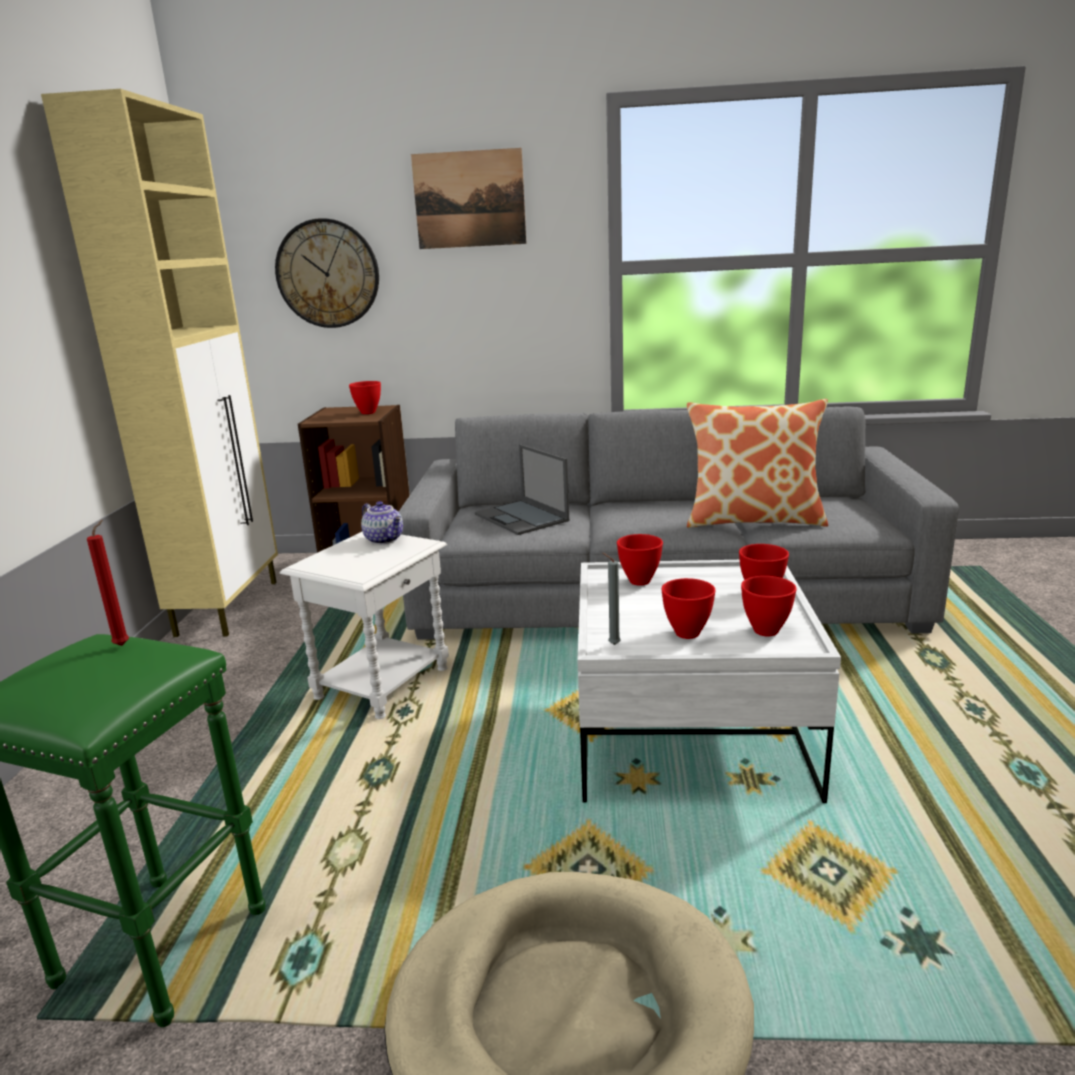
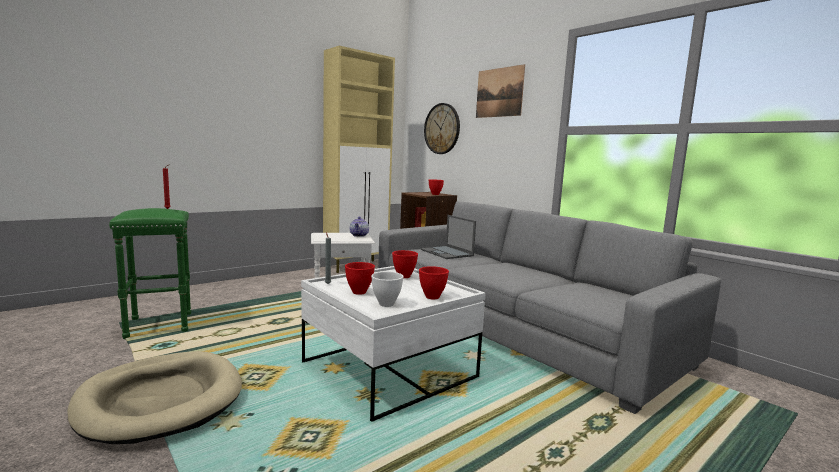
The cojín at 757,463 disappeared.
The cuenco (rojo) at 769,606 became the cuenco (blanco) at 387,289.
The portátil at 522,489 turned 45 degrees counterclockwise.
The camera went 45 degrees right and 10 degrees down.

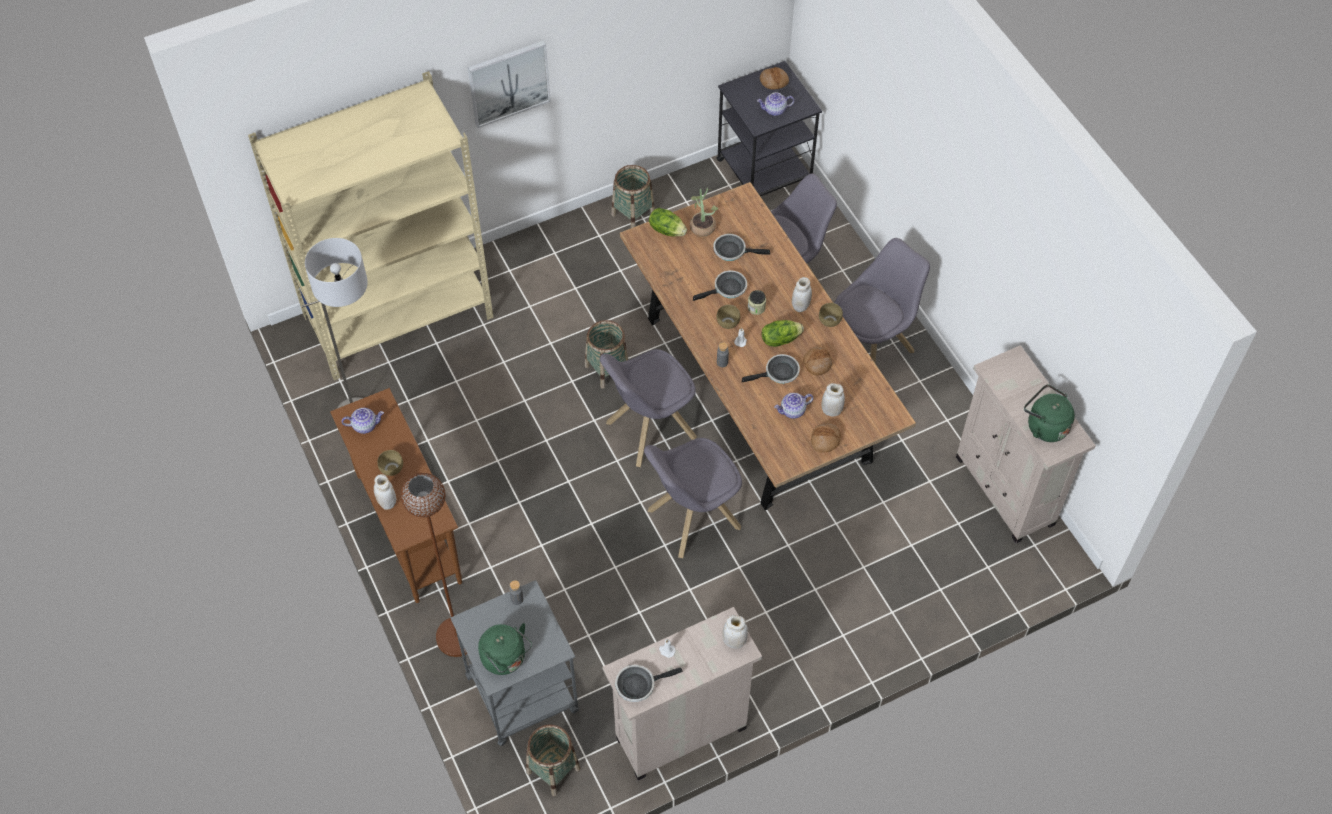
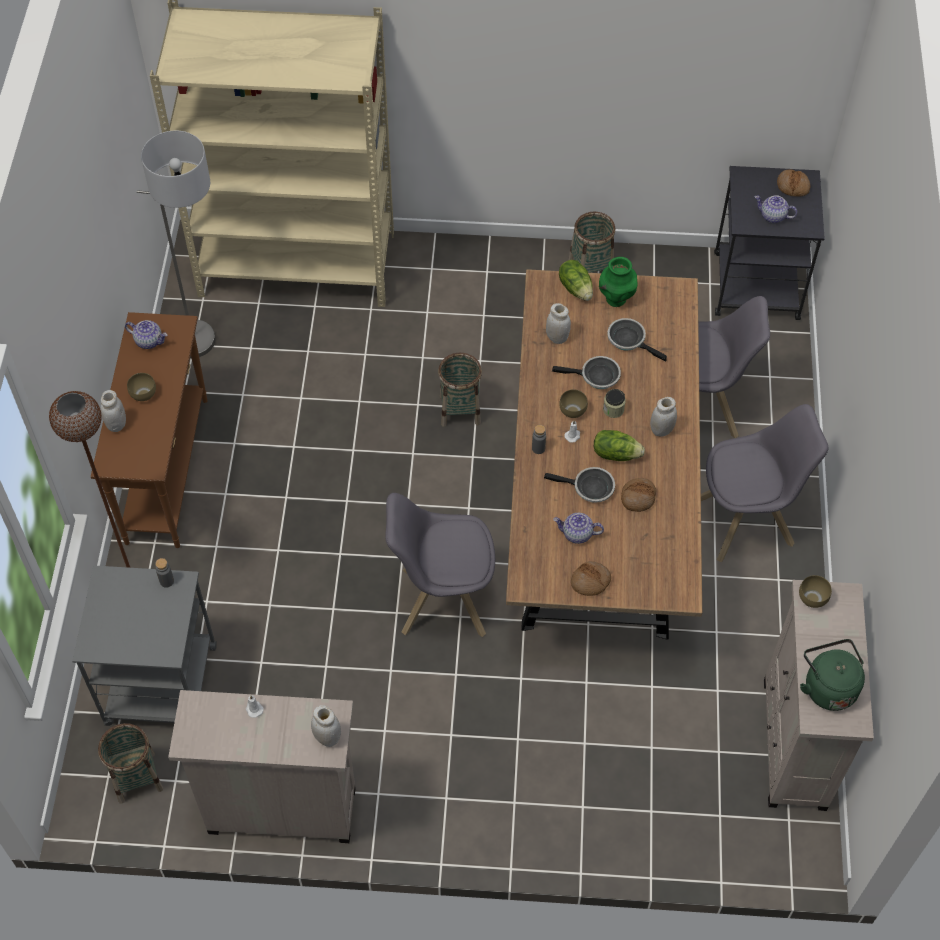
The cuadro at 509,84 disappeared.
The hervidor (verde) at 505,649 disappeared.
The silla (gris) at 648,408 disappeared.
The sartén at 649,683 disappeared.
The cuenco (marrón) moved from 831,315 to 815,591.
The tarro (blanco) moved from 833,399 to 558,323.
The planta en maceta at 704,212 was replaced by the florero (verde) at 618,282.
The camera went 30 degrees right and 0 degrees up.

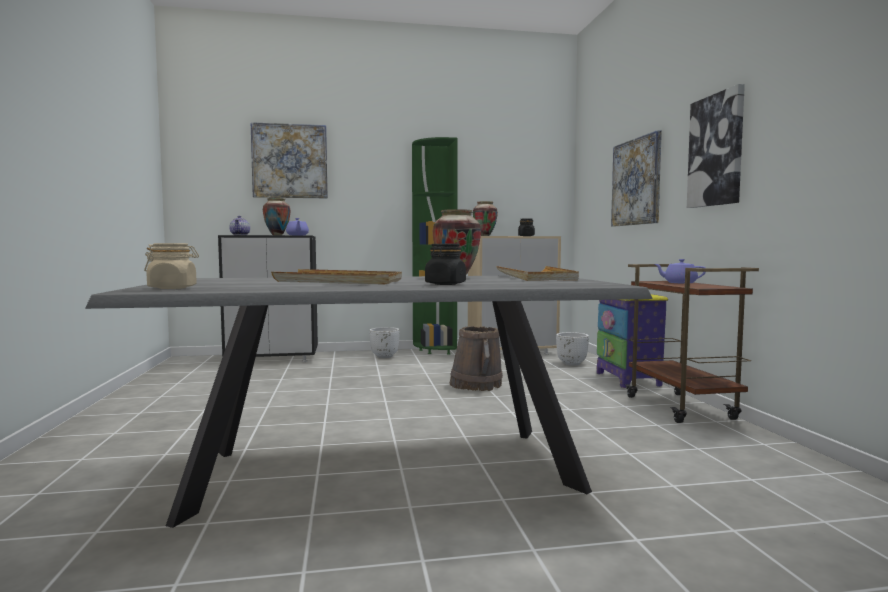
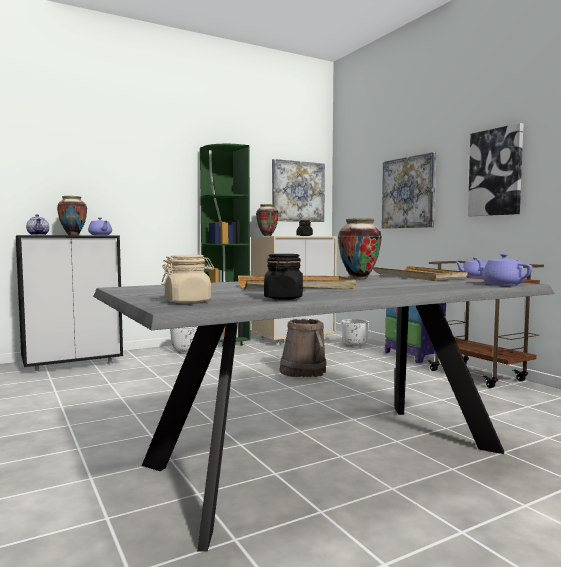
The tetera (morado) at 504,270 appeared.
The cuadro moved from 289,160 to 298,190.
The tarro (negro) moved from 445,264 to 283,277.
The camera went 20 degrees left and 0 degrees up.

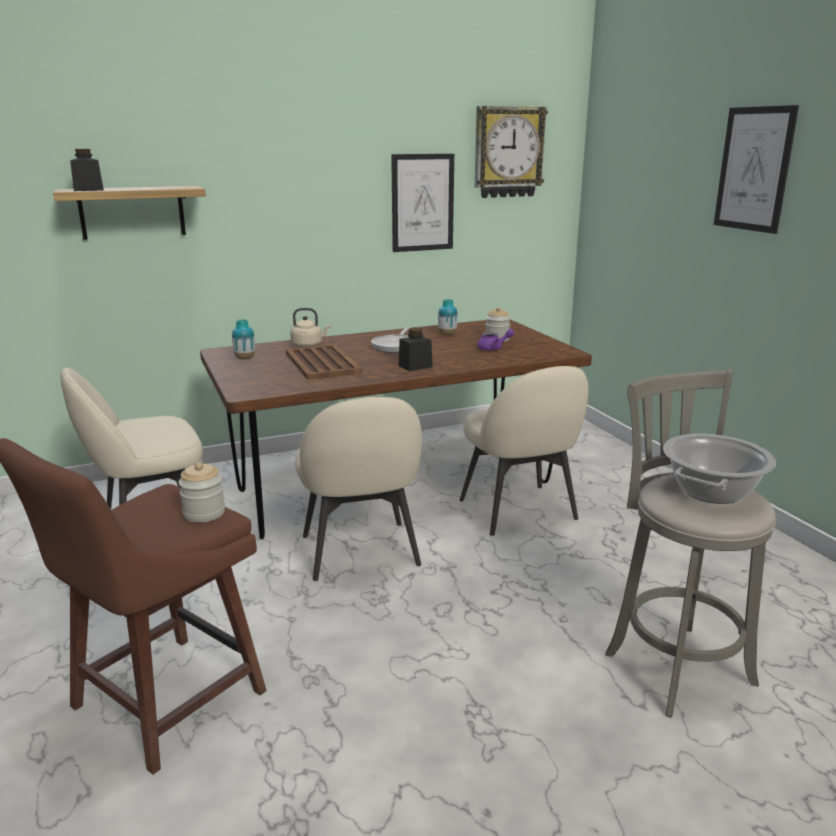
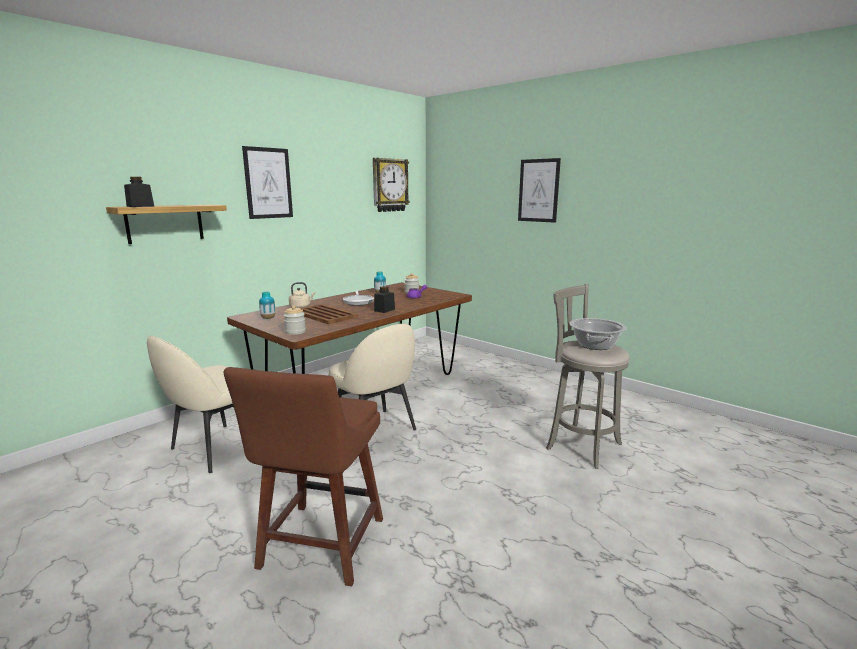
The silla (beis) at 523,451 disappeared.
The tarro moved from 202,492 to 295,320.
The cuadro moved from 422,203 to 267,182.
The camera went 25 degrees left and 5 degrees down.

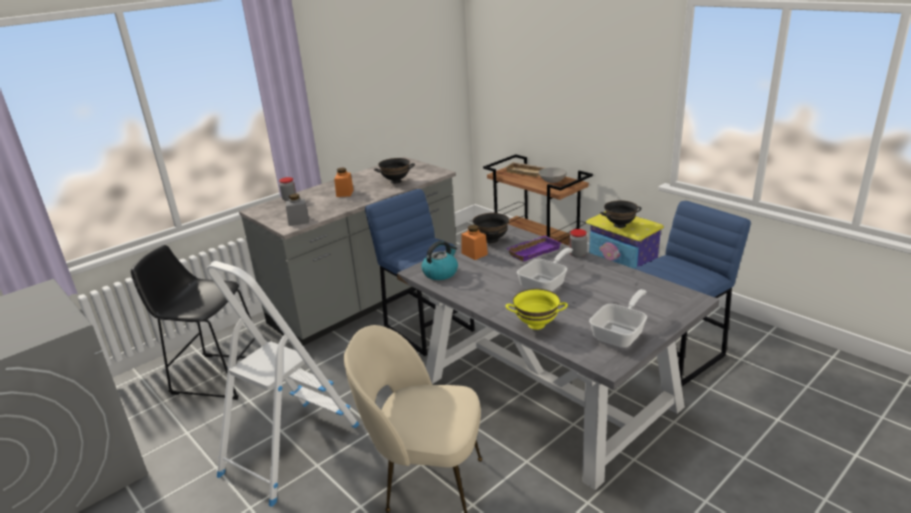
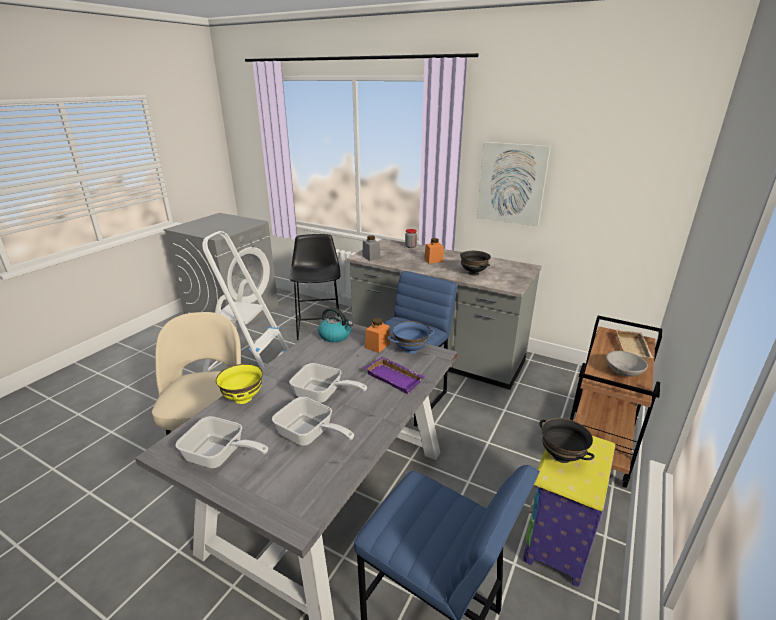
The tarro at 578,243 disappeared.
The sartén at 313,421 appeared.
The cuadro at 514,184 appeared.
The cuenco (negro) at 491,228 became the cuenco (azul) at 411,337.
The camera went 70 degrees right and 0 degrees up.

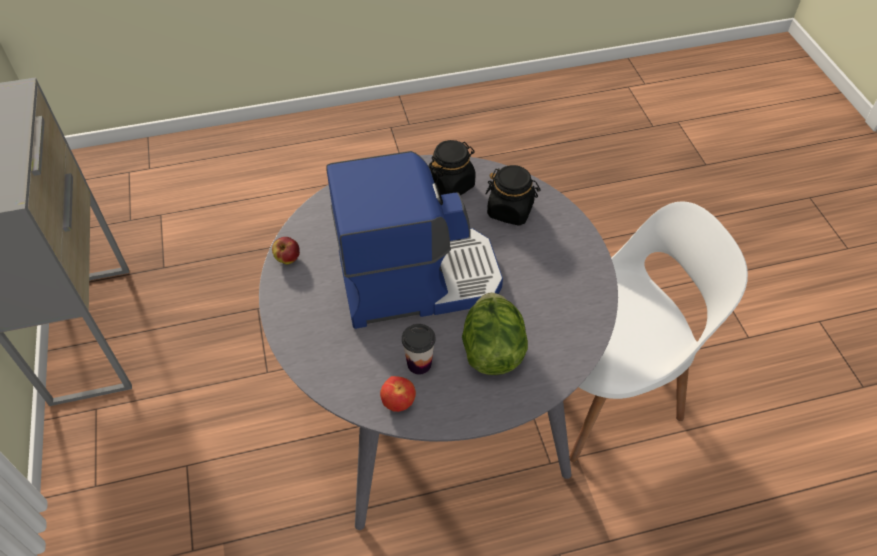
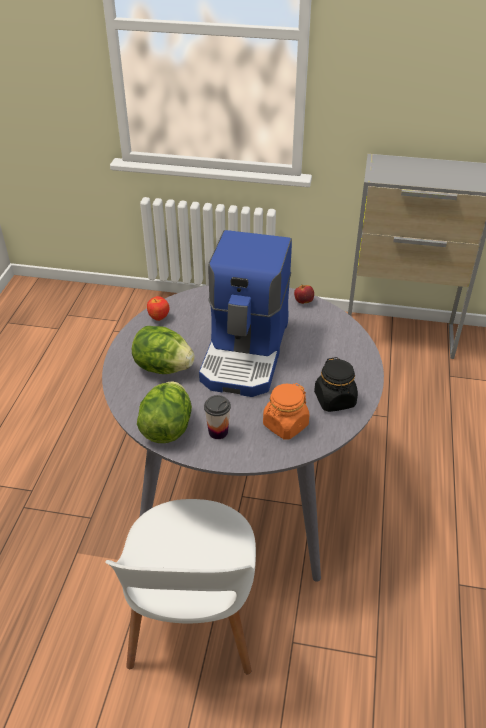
The lechuga at 164,412 appeared.
The taza moved from 419,349 to 217,417.
The tarro (negro) at 513,195 became the tarro (naranja) at 286,411.
The camera went 115 degrees right and 10 degrees down.

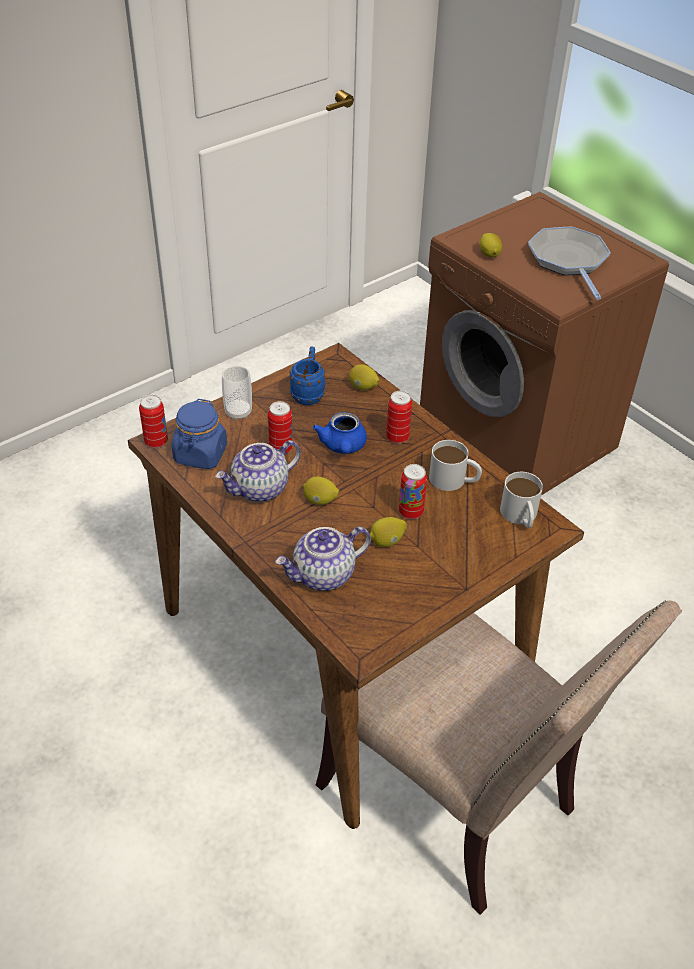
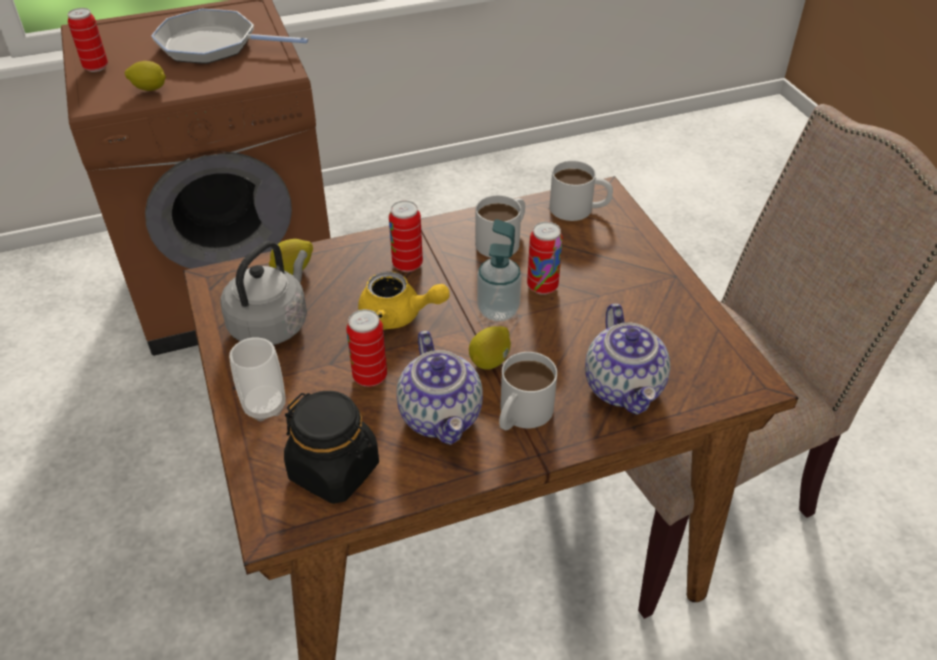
The limón at 388,532 disappeared.
The dispensador de jabón at 499,270 appeared.
The taza grande (blanco) at 528,391 appeared.
The lata moved from 153,421 to 88,40.
The taza grande (azul) at 307,375 was replaced by the hervidor (gris) at 263,293.
The tarro (azul) at 199,434 became the tarro (negro) at 331,447.
The tetera (azul) at 339,433 became the tetera (amarillo) at 404,300.
The camera went 70 degrees left and 0 degrees up.

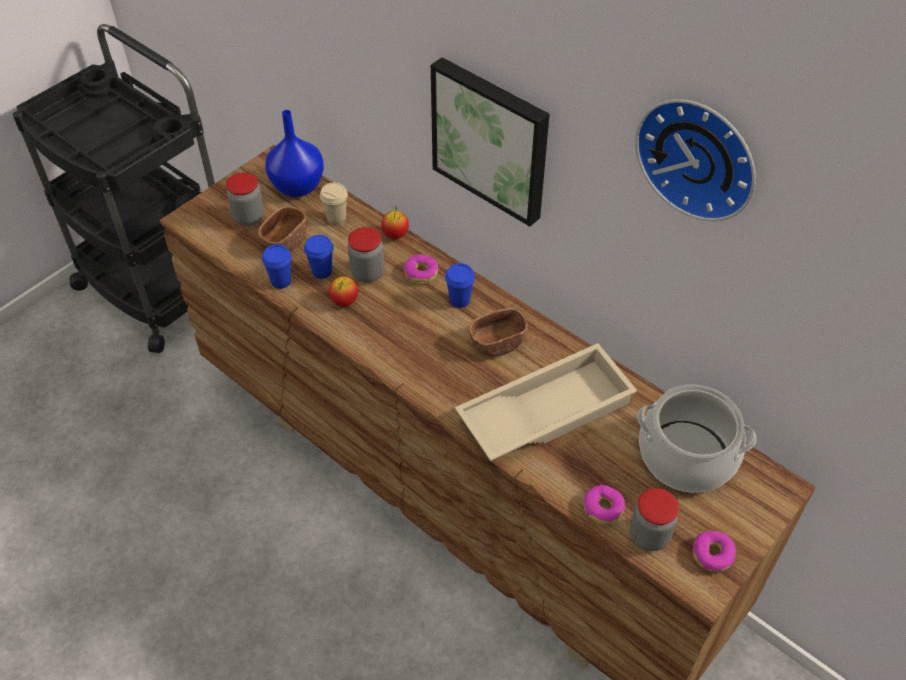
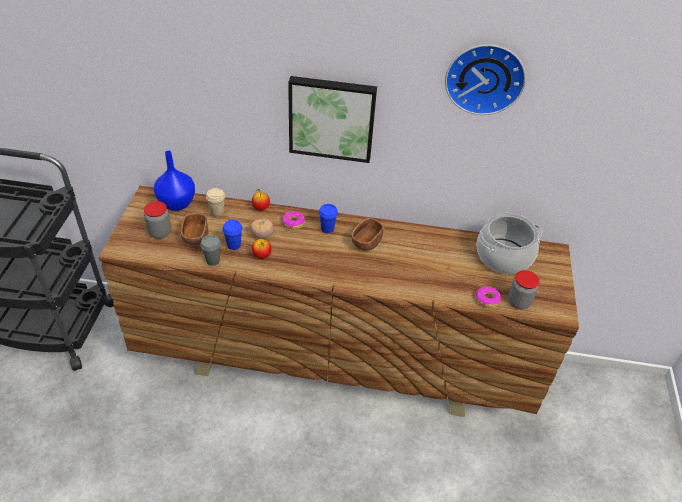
The bandeja (beis) at 546,402 disappeared.
The rosquilla at 714,552 disappeared.
The tarro at 366,255 was replaced by the tomate at 262,228.
The taza (azul) at 277,266 became the taza (gris) at 210,250.
The camera went 35 degrees left and 5 degrees down.

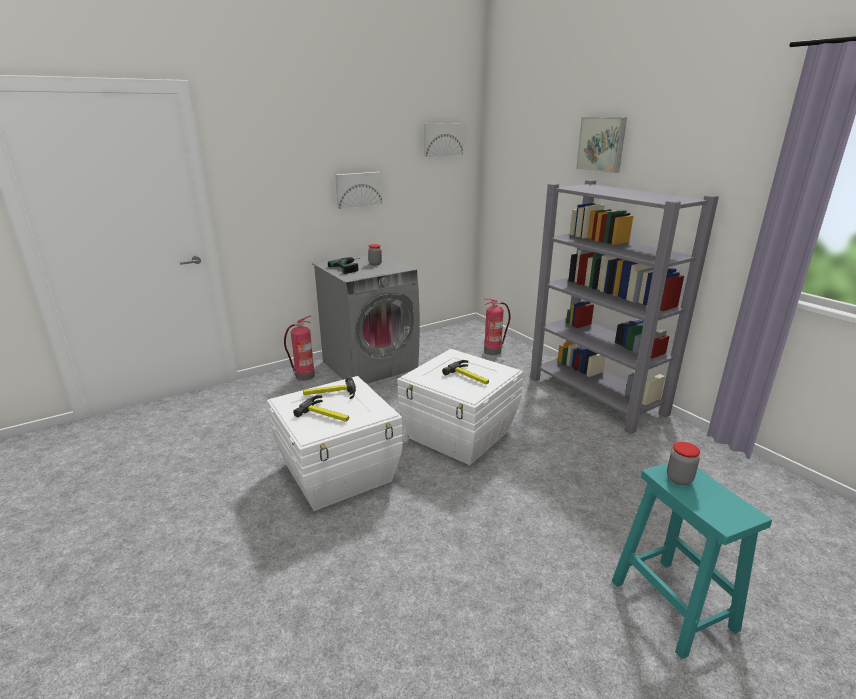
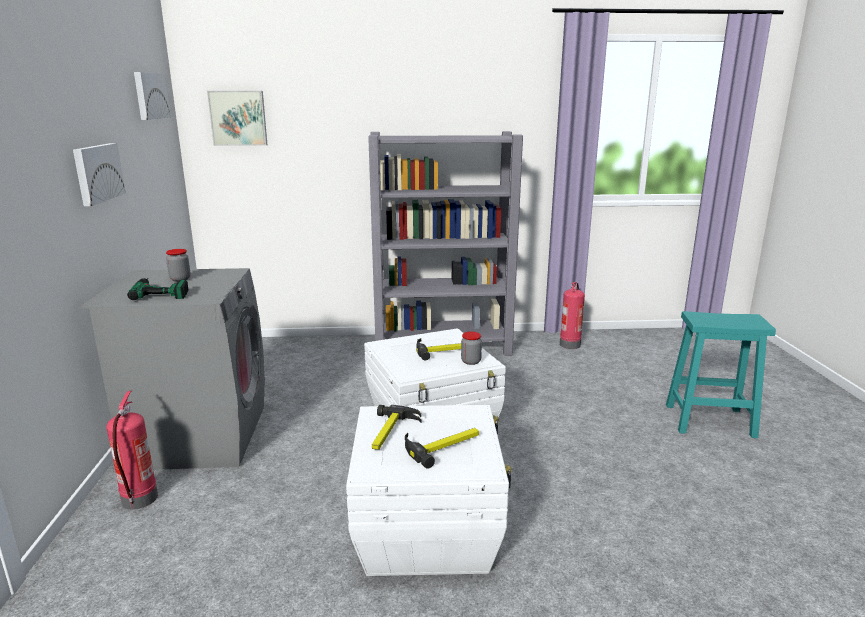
The extintor moved from 497,326 to 572,315.
The cuadro moved from 601,145 to 237,118.
The tarro moved from 683,463 to 471,348.
The camera went 60 degrees left and 5 degrees down.

